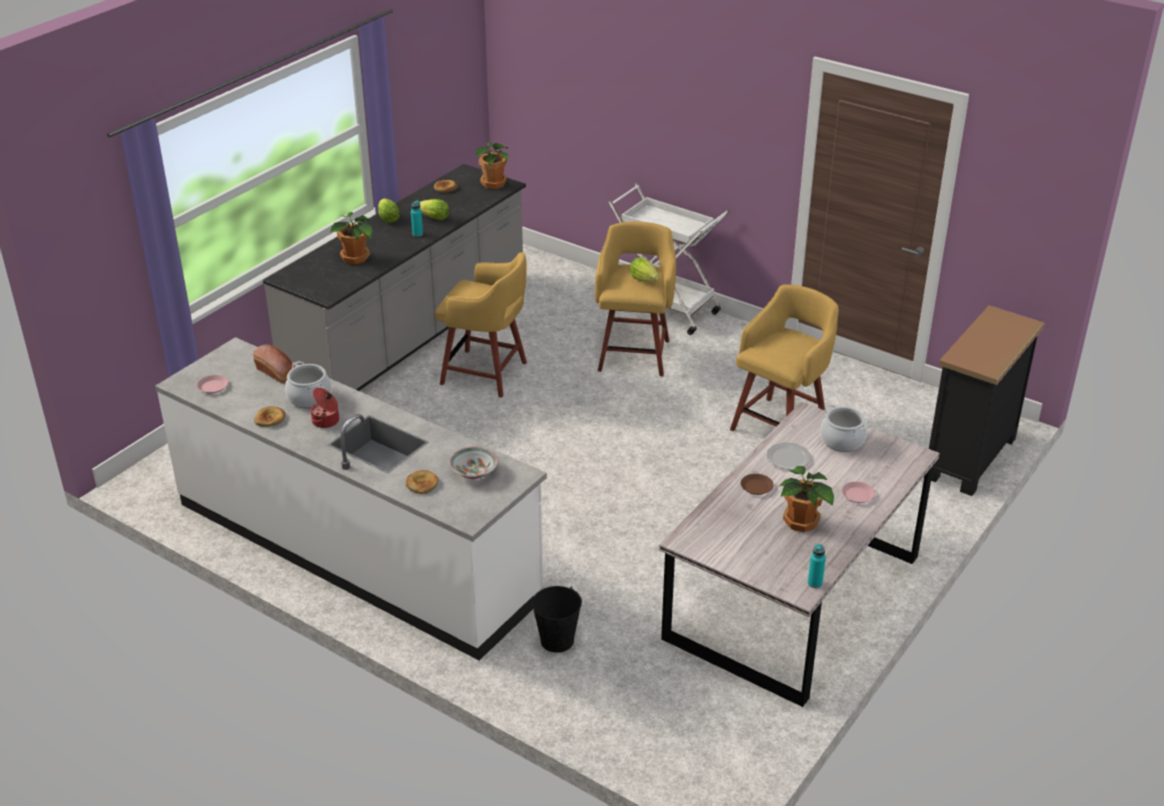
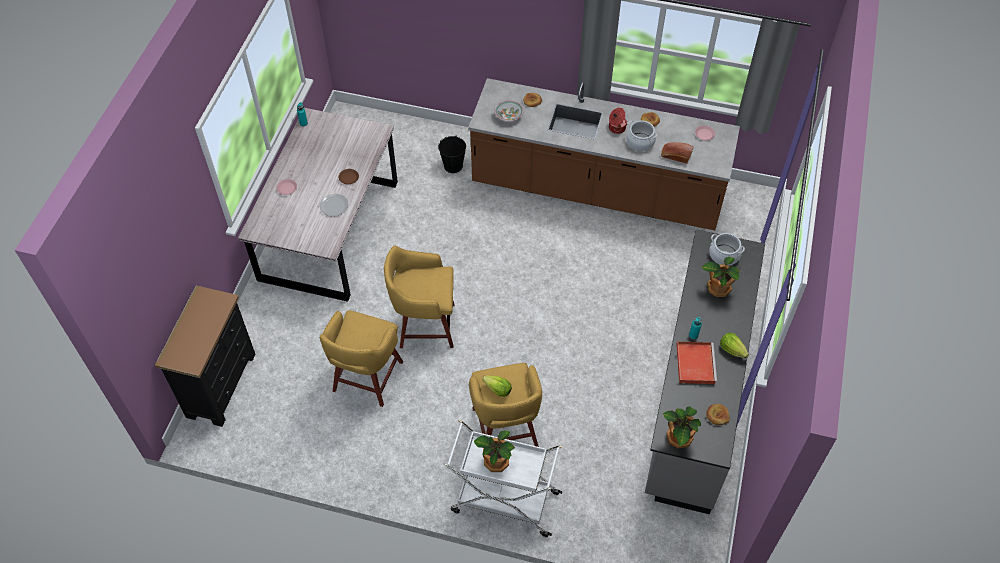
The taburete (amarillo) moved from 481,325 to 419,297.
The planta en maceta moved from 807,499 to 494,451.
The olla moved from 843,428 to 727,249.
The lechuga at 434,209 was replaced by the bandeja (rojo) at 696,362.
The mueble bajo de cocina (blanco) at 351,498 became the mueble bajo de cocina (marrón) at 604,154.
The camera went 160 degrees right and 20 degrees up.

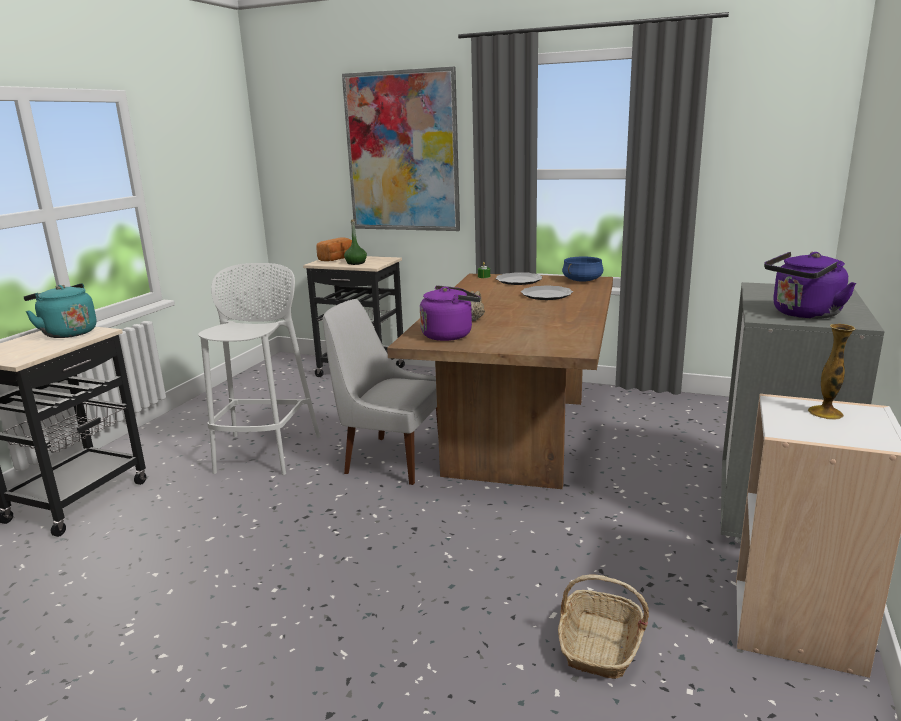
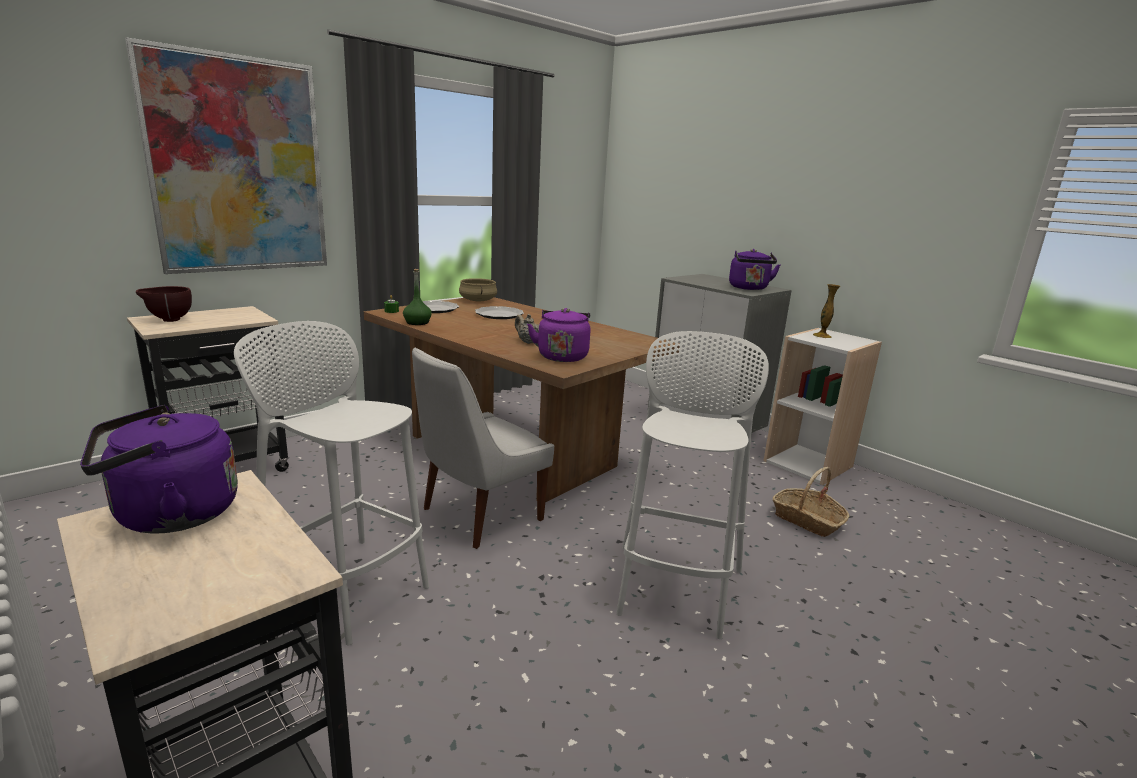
The taburete (blanco) at 692,485 appeared.
The botella (verde) moved from 355,242 to 417,297.
The pan at 334,249 was replaced by the cuenco (marrón) at 164,304.
The hervidor (turquesa) at 60,310 became the hervidor (morado) at 159,469.
The olla (azul) at 582,269 became the olla (beis) at 478,290.
The camera went 65 degrees left and 0 degrees up.

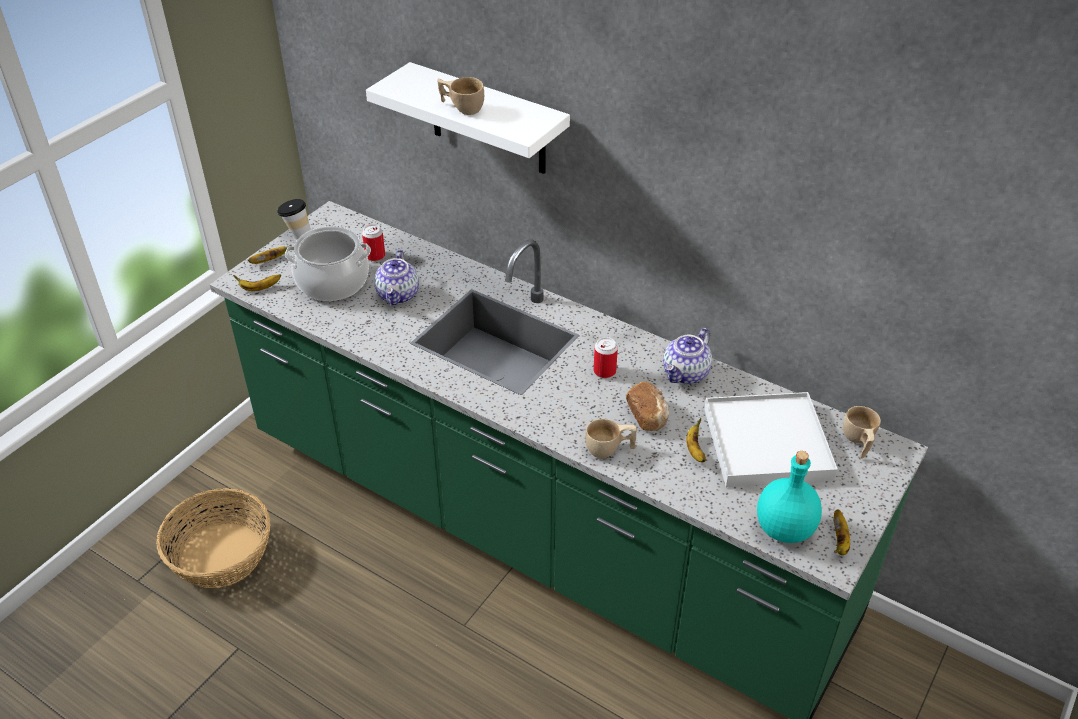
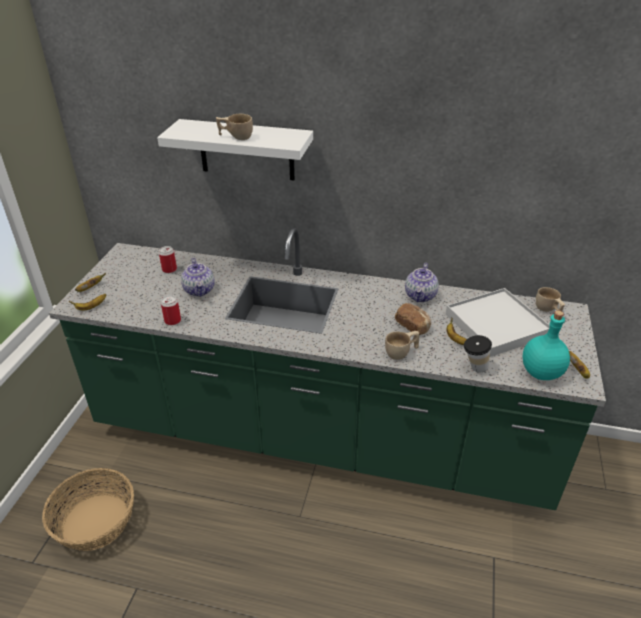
The olla at 328,263 disappeared.
The taza moved from 294,219 to 477,353.
The lata moved from 606,357 to 171,310.
The camera went 20 degrees left and 5 degrees down.

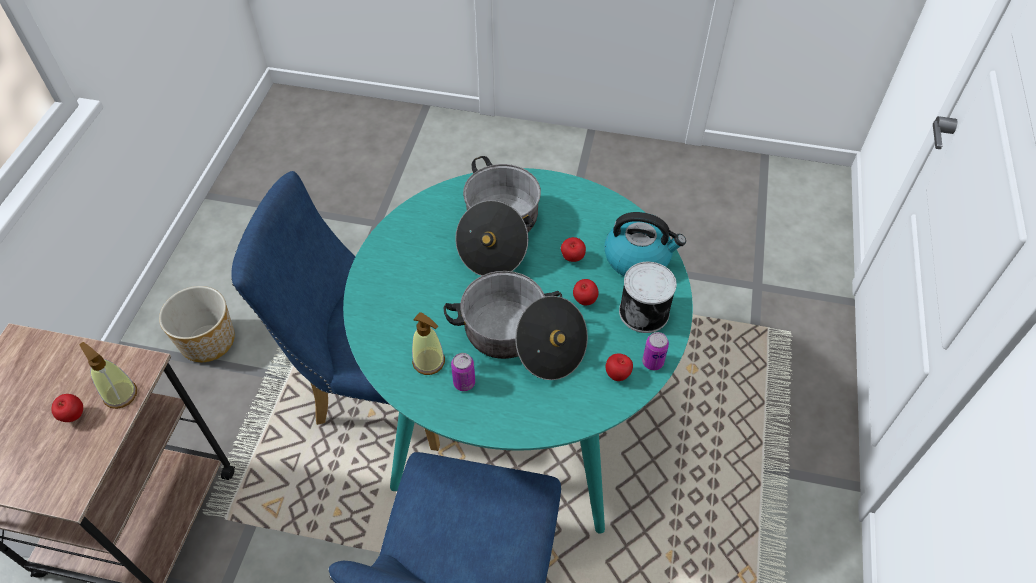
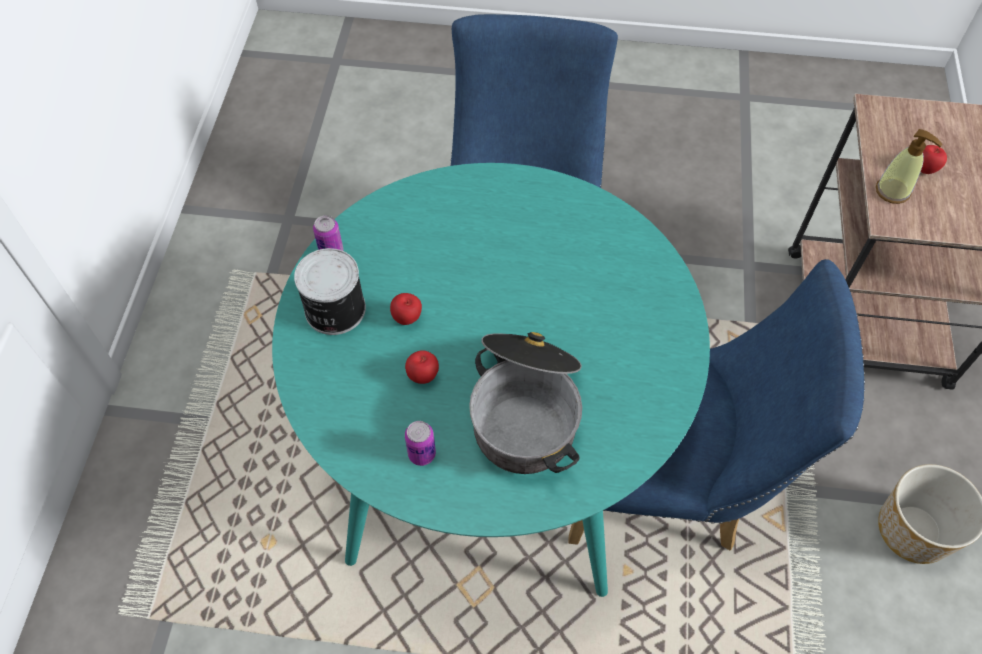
The dispensador de jabón at 428,343 disappeared.
The olla at 515,325 disappeared.
The hervidor at 645,244 disappeared.
The manzana at 619,367 disappeared.
The lata moved from 463,372 to 420,443.
The camera went 175 degrees right and 5 degrees up.

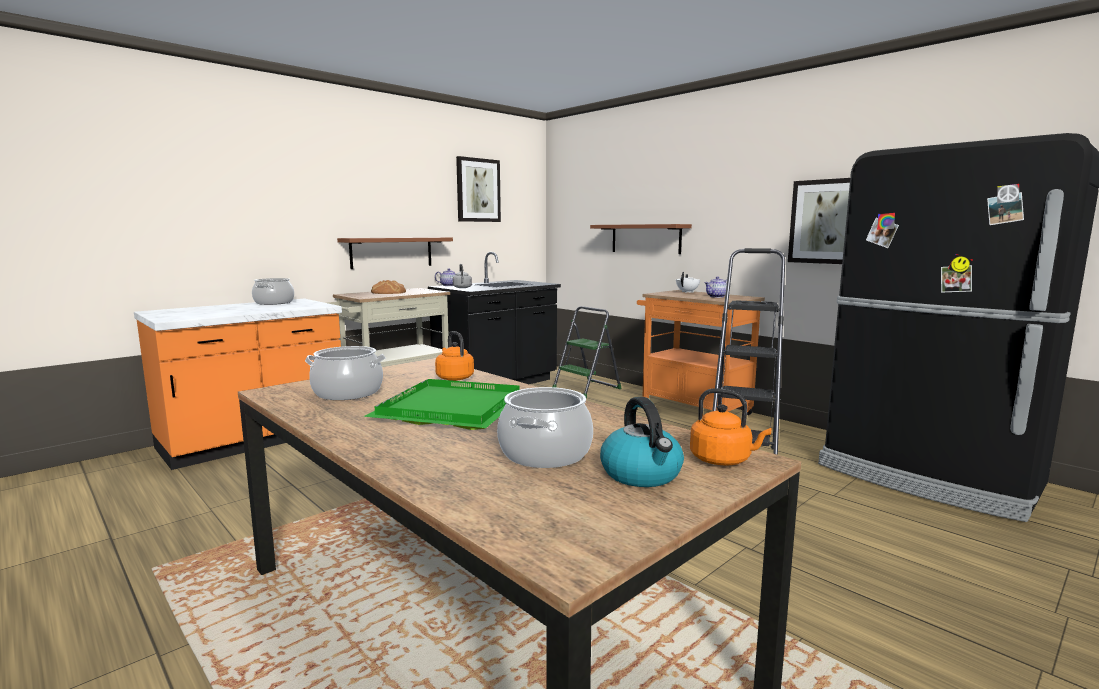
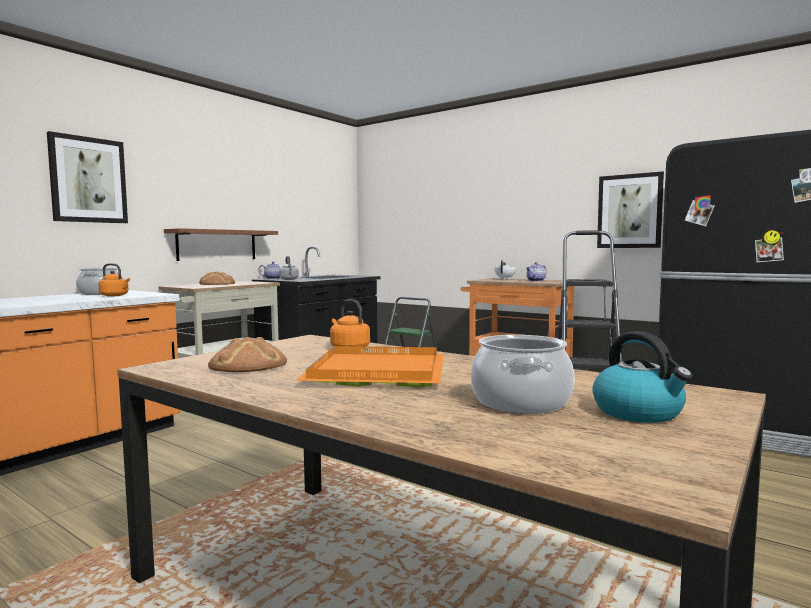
The estante (marrón) at 641,239 disappeared.
The cuadro moved from 478,189 to 87,177.
The hervidor (naranja) moved from 730,426 to 114,279.
The olla at 345,373 was replaced by the pan at 247,354.
The bandeja (verde) at 442,404 became the bandeja (naranja) at 369,367.
The camera went 10 degrees left and 5 degrees down.

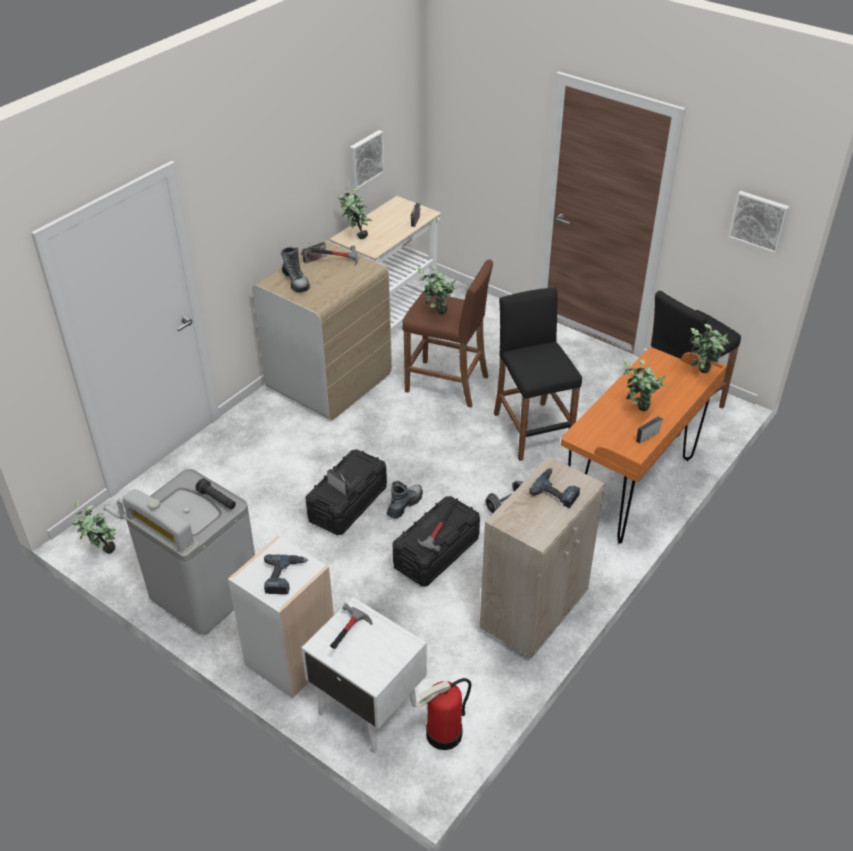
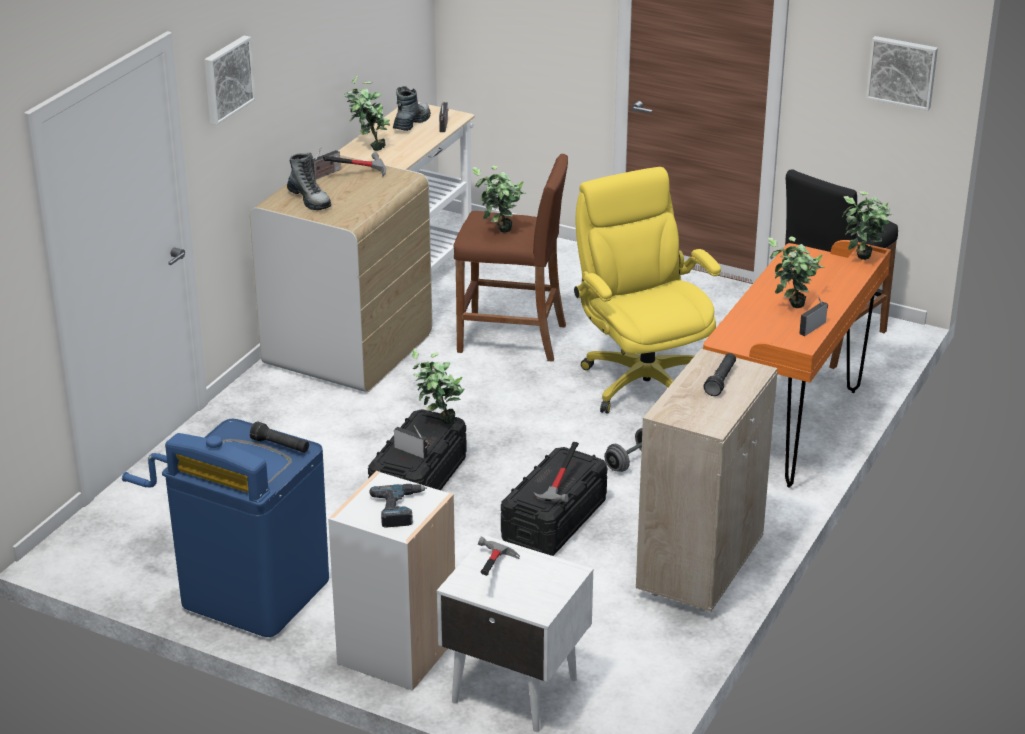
The extintor at 443,714 disappeared.
The planta en maceta moved from 93,527 to 438,386.
The cuadro moved from 367,159 to 230,80.
The bota moved from 405,499 to 412,108.
The taburete (negro) at 538,374 was replaced by the silla de oficina (amarillo) at 647,290.
The taladro at 554,488 was replaced by the linterna (negro) at 720,374.
The lavadora (gris) at 179,551 became the lavadora (azul) at 225,528.
The camera went 10 degrees left and 10 degrees down.

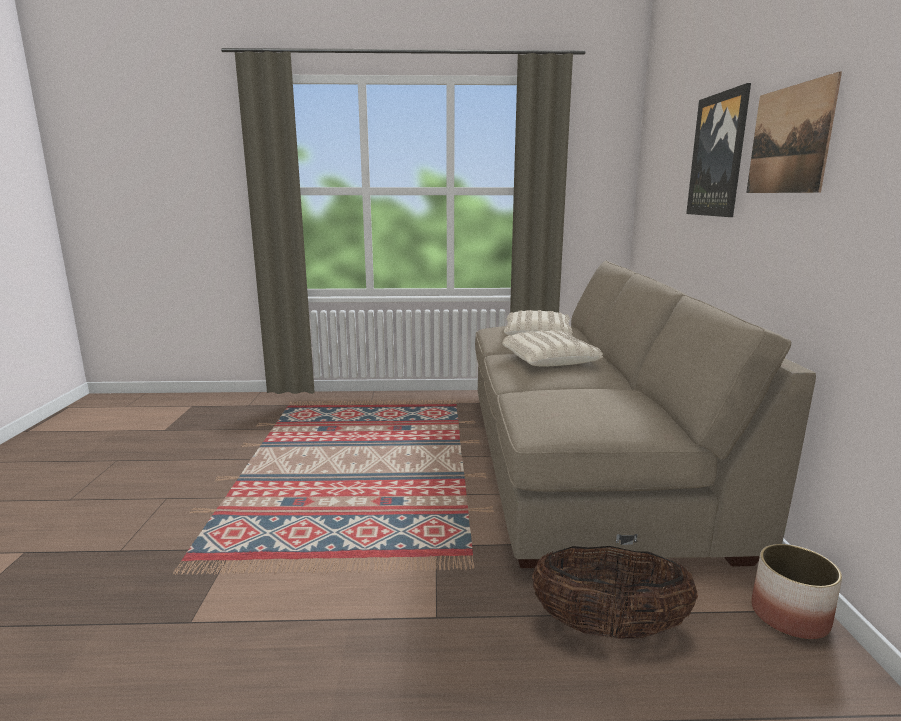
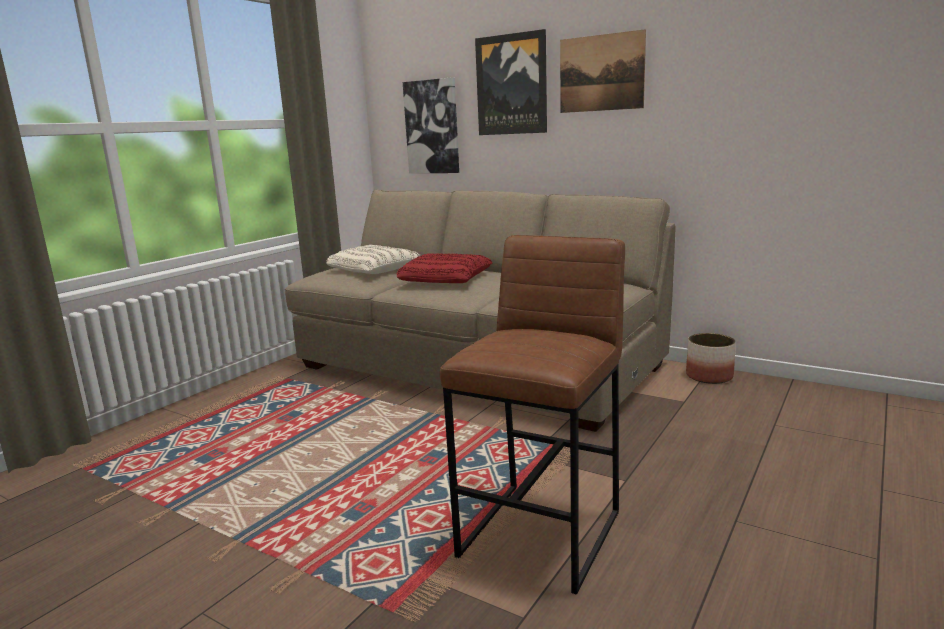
The cesta at 615,592 disappeared.
The cuadro at 431,125 appeared.
The taburete (marrón) at 532,415 appeared.
The cojín (beis) at 553,348 became the cojín (rojo) at 444,268.
The camera went 55 degrees left and 0 degrees up.

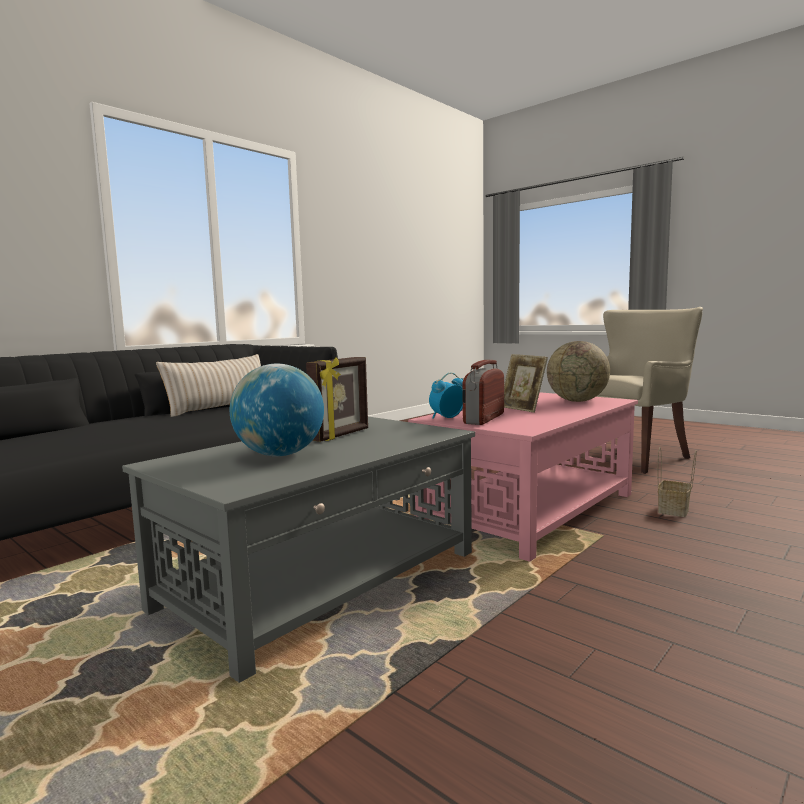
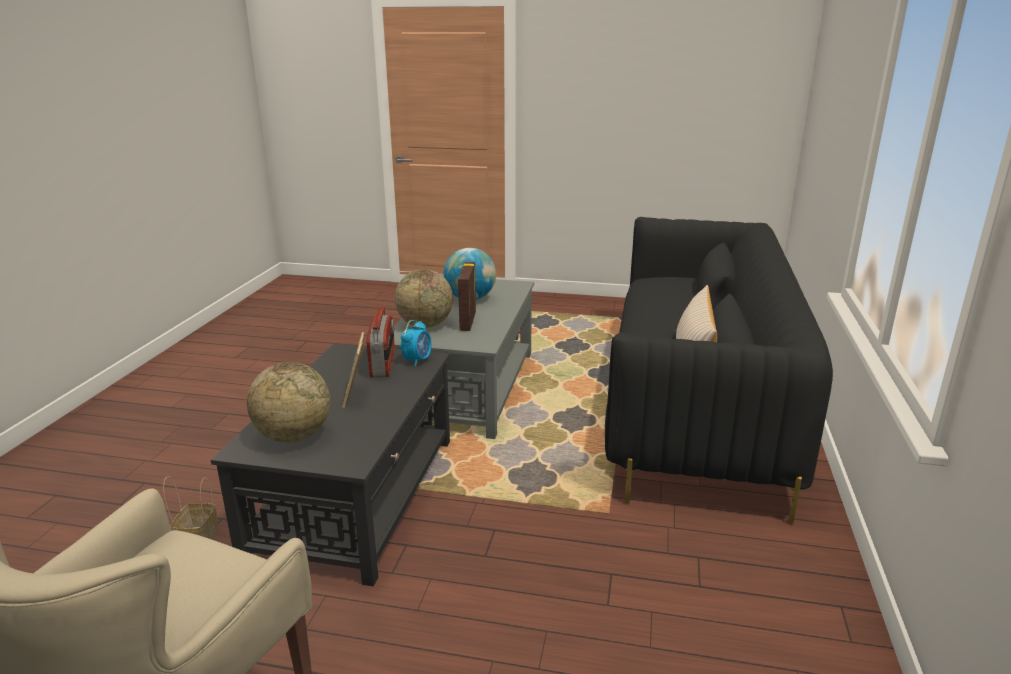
The globo terráqueo at 424,298 appeared.
The mesa de centro (rosa) at 523,477 became the mesa de centro (negro) at 330,464.
The portarretratos at 526,383 turned 120 degrees counterclockwise.
The camera went 150 degrees right and 15 degrees up.

